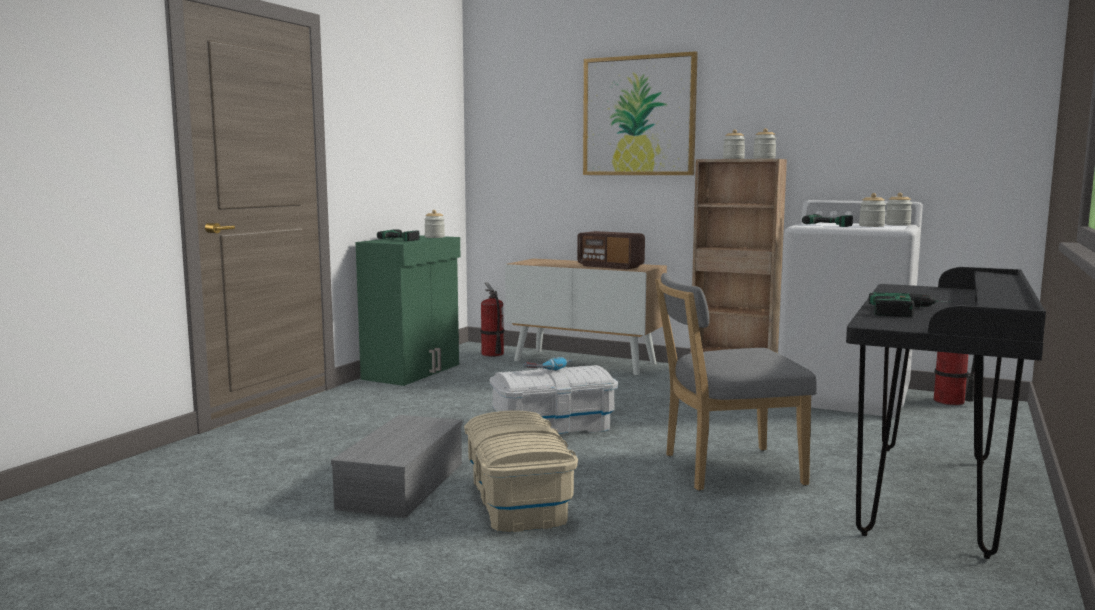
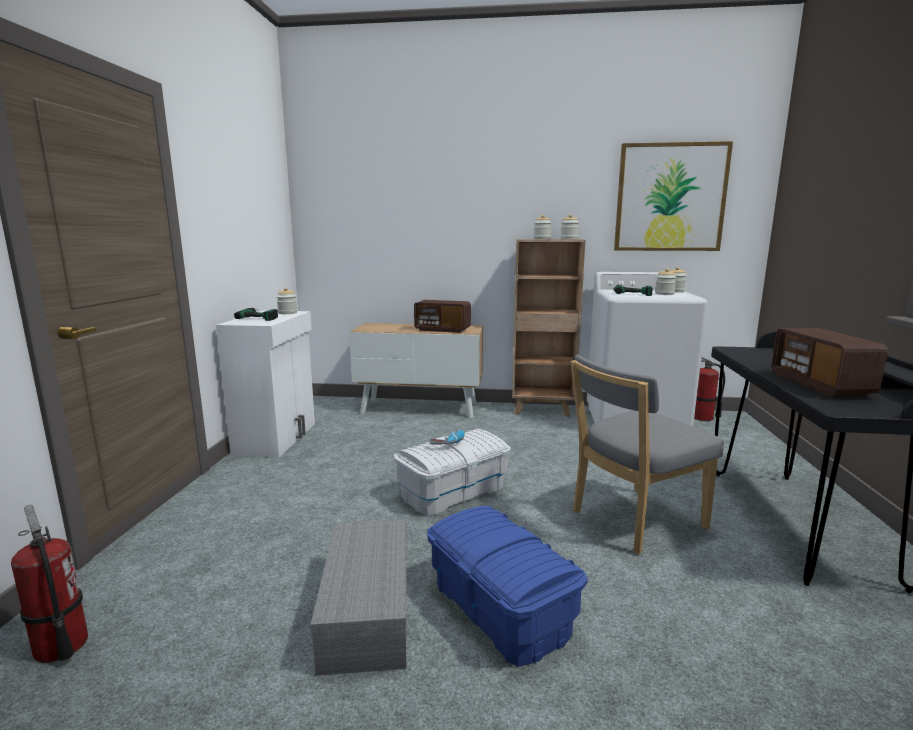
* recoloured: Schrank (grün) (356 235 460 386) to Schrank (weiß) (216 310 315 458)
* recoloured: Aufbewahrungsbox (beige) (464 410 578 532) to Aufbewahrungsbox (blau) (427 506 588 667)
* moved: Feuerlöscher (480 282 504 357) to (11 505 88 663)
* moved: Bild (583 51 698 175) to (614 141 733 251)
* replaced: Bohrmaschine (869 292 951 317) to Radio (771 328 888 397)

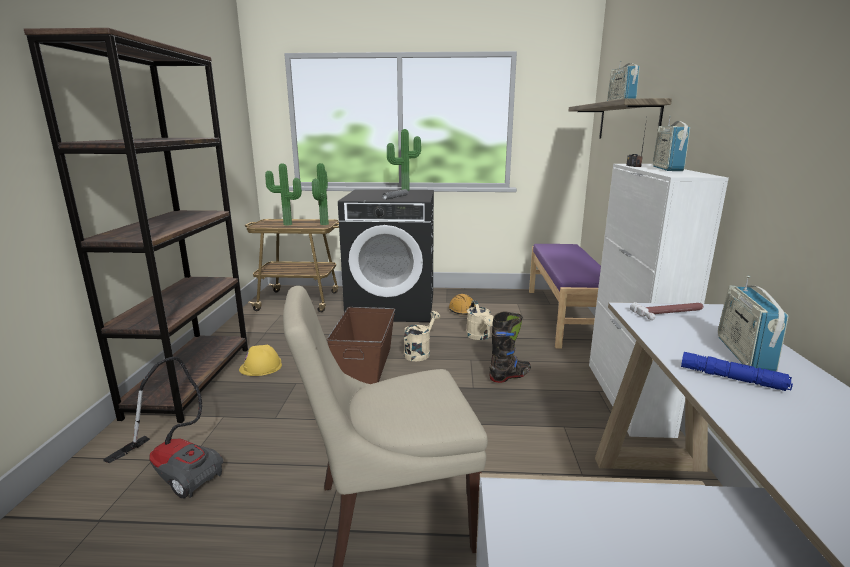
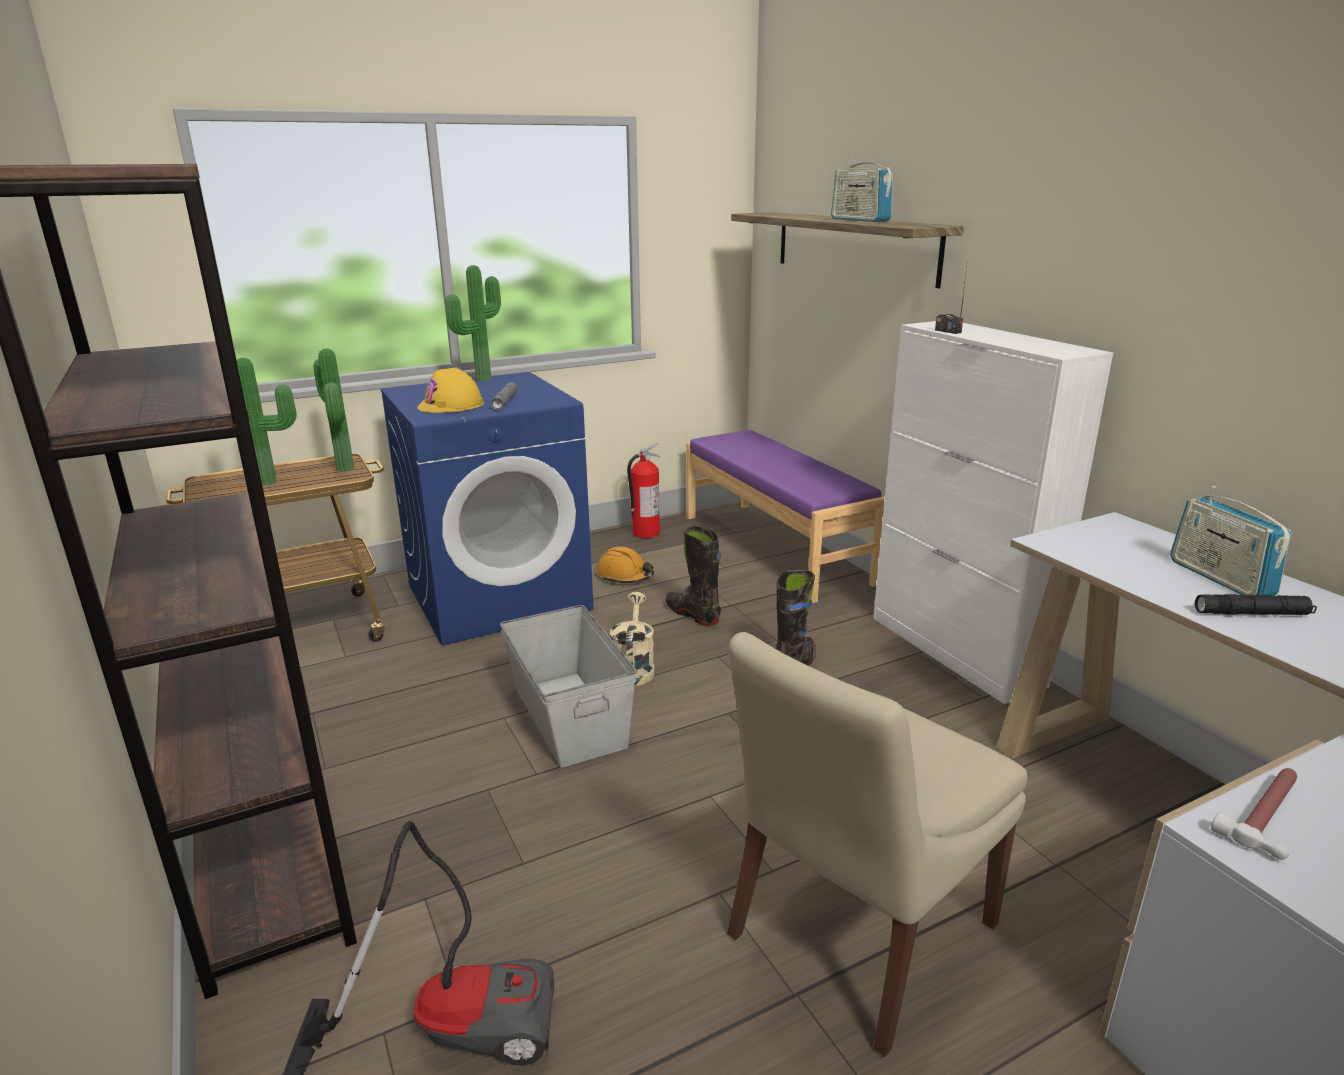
* moved: Schutzhelm (gelb) (239 345 282 376) to (417 367 484 413)
* recoloured: Aufbewahrungsbox (braun) (327 307 395 384) to Aufbewahrungsbox (grau) (500 605 637 768)
* recoloured: Waschmaschine (schwarz) (338 189 434 322) to Waschmaschine (blau) (380 372 594 646)
* replaced: Gießkanne (beige) (466 300 493 340) to Stiefel (schwarz) (666 525 721 626)
* moved: Hammer (630 302 704 320) to (1211 768 1297 860)
* removed: Radio (653 116 690 171)
* recoloured: Taschenlampe (blau) (681 352 793 391) to Taschenlampe (schwarz) (1195 594 1317 615)
* added: Feuerlöscher (627 443 660 538)

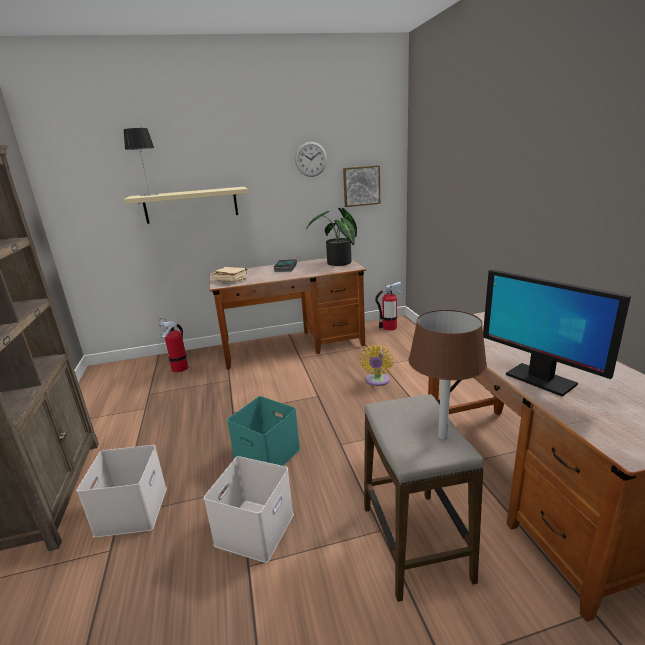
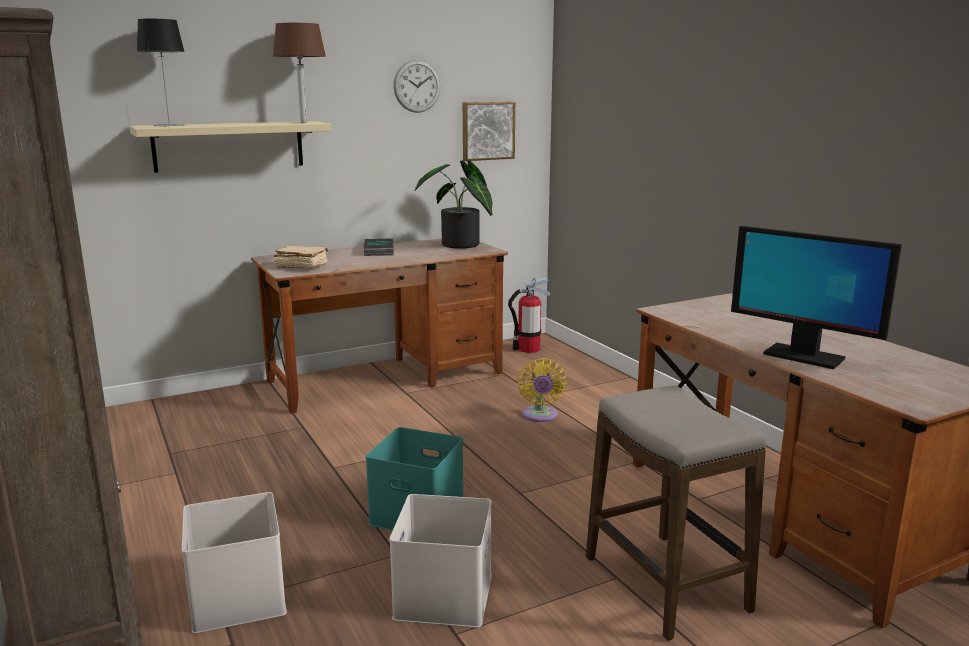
* removed: Feuerlöscher (159 318 188 373)
* moved: Tischlampe (braun) (409 310 487 440) to (273 23 326 123)

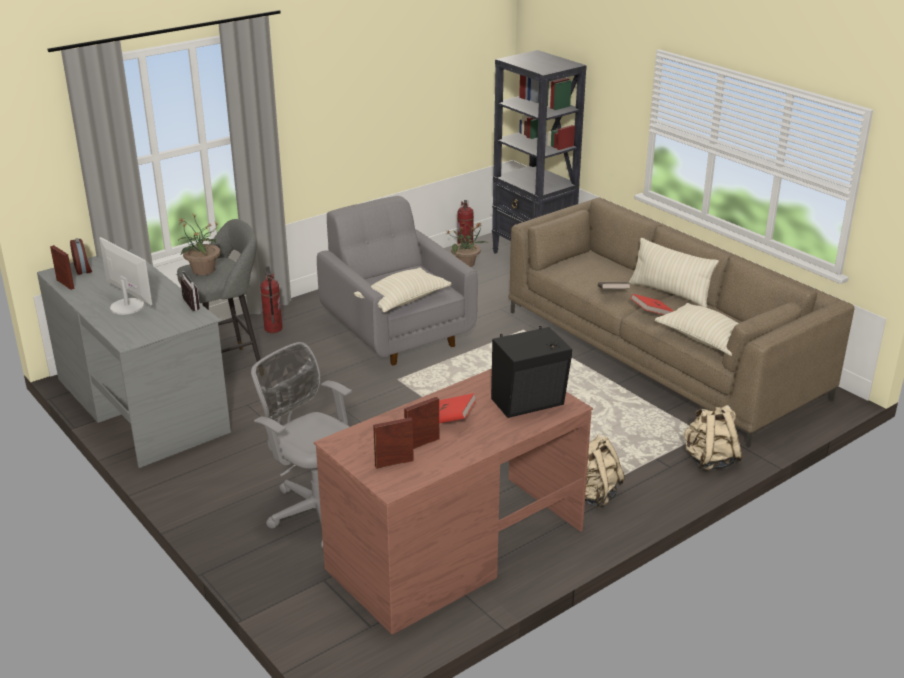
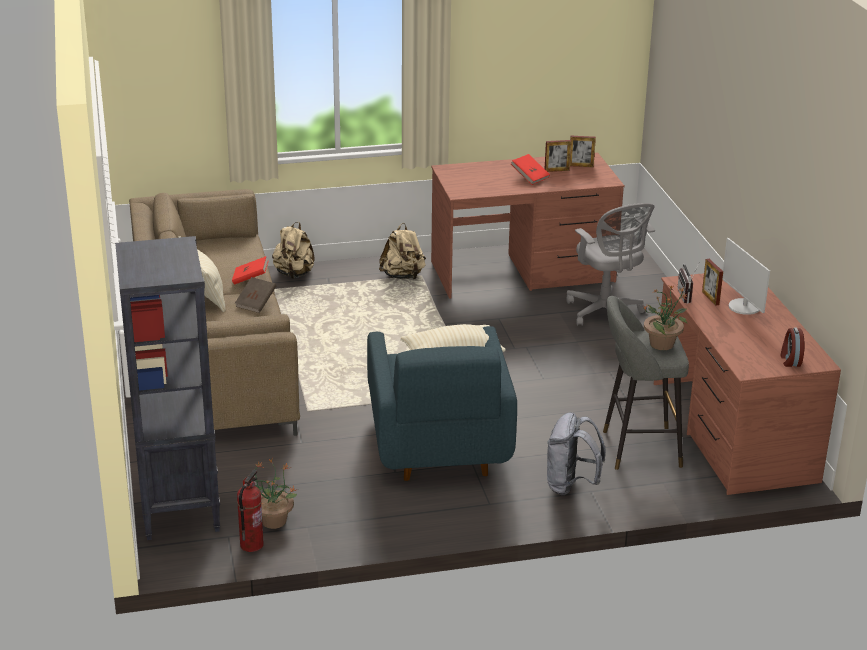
* recoloured: Schreibtisch (grau) (37 249 231 468) to Schreibtisch (braun) (654 273 841 495)
* moved: Bilderrahmen (50 245 75 290) to (702 259 723 305)
* replaced: Feuerlöscher (260 266 283 333) to Rucksack (grau) (547 412 606 495)
* recoloured: Sessel (grau) (317 196 478 366) to Sessel (blau) (367 326 517 481)
* removed: Lautsprecher (schwarz) (491 326 572 418)
* removed: Kissen (beige) (655 303 739 356)

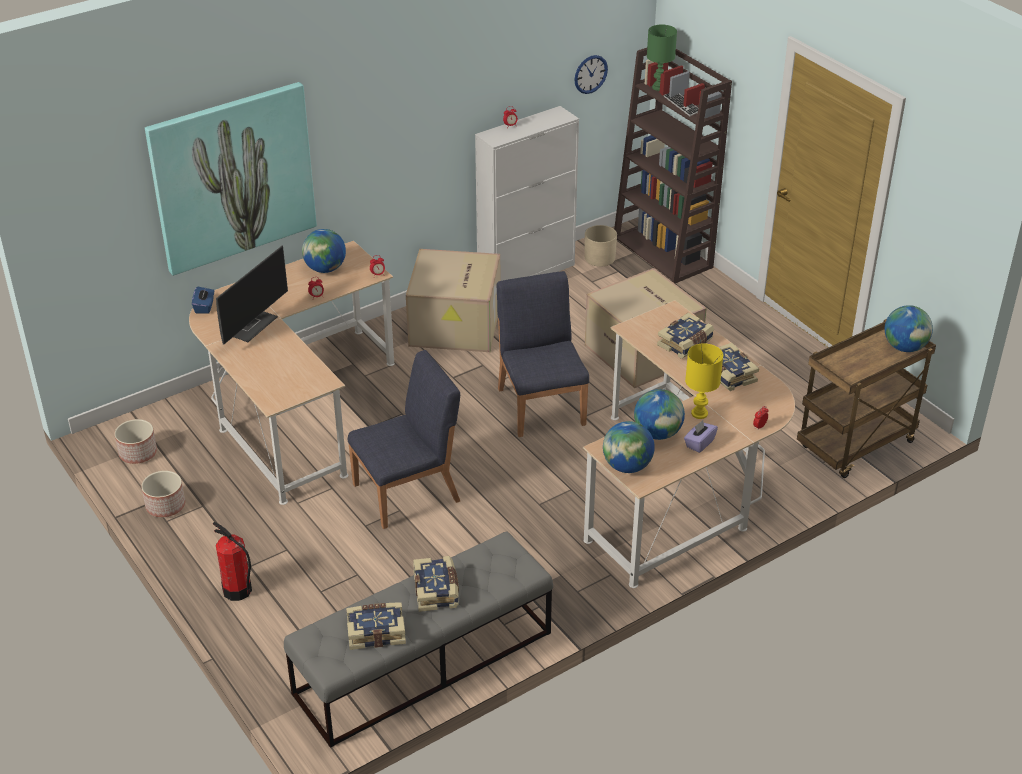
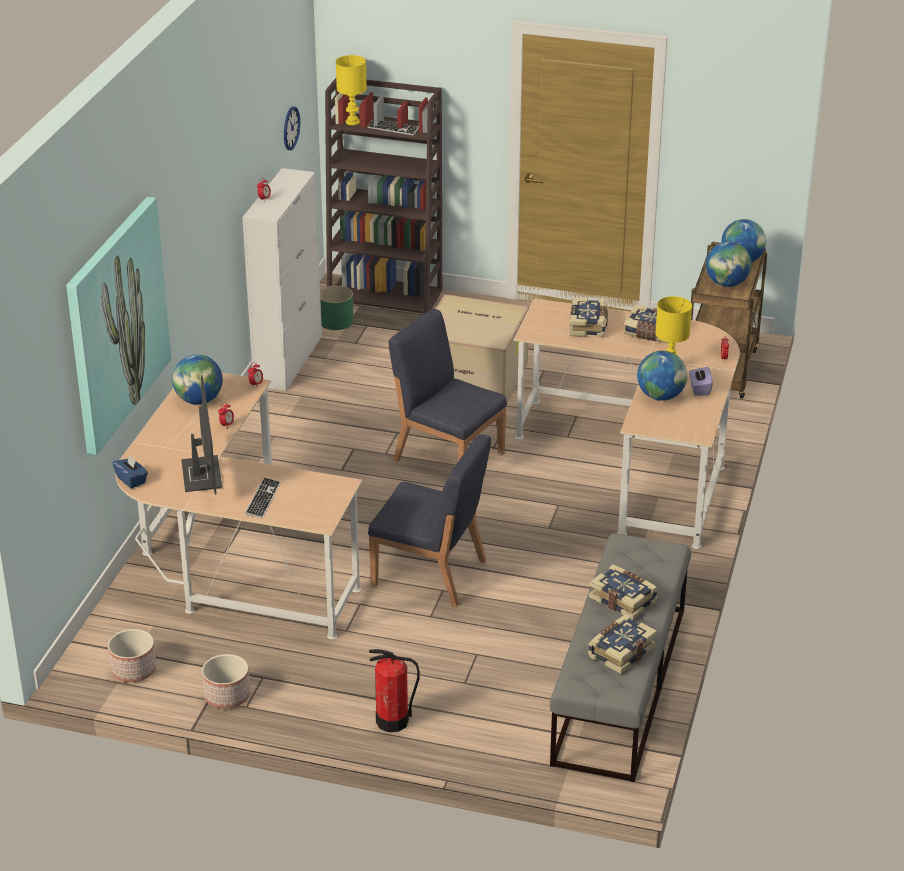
* turned: Stuhl (blau) (348 350 460 529) = (368 434 491 607) 90 degrees clockwise
* removed: Karton (406 249 500 352)
* recoloured: Pflanzkübel (beige) (585 225 617 267) to Pflanzkübel (grün) (320 286 353 330)
* moved: Globus (603 421 655 473) to (706 241 751 287)
* recoloured: Tischlampe (grün) (647 25 677 91) to Tischlampe (gelb) (336 55 367 125)
* added: Tastatur (245 477 281 518)

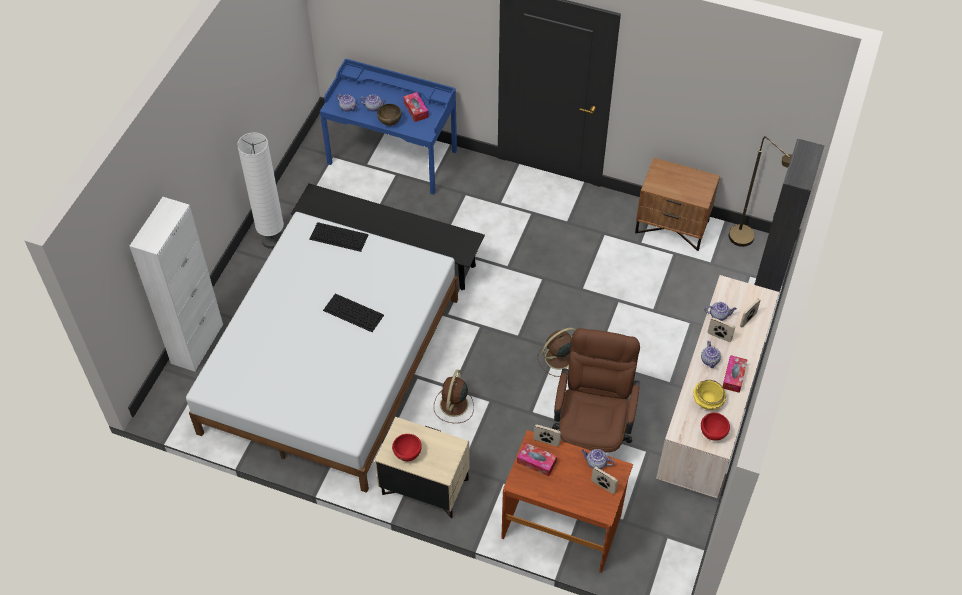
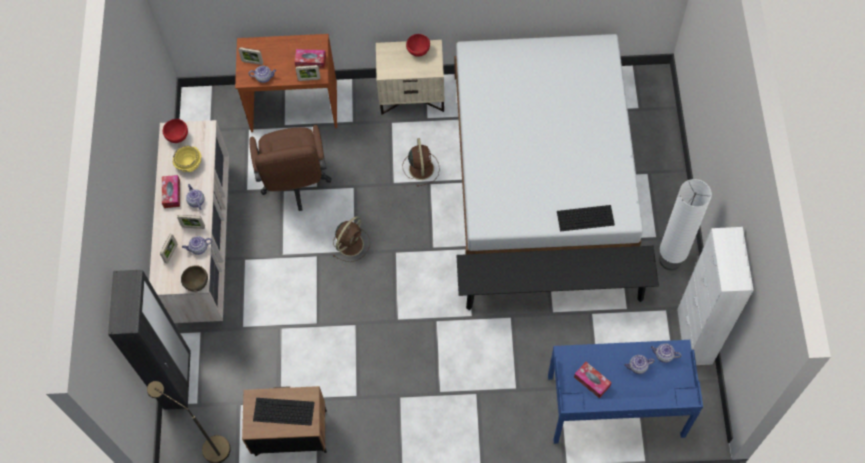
* moved: Schrank (weiß) (130 197 223 372) to (677 227 754 365)
* moved: Tastatur (323 293 384 332) to (253 398 315 426)
* moved: Schüssel (braun) (377 104 402 126) to (181 265 208 291)

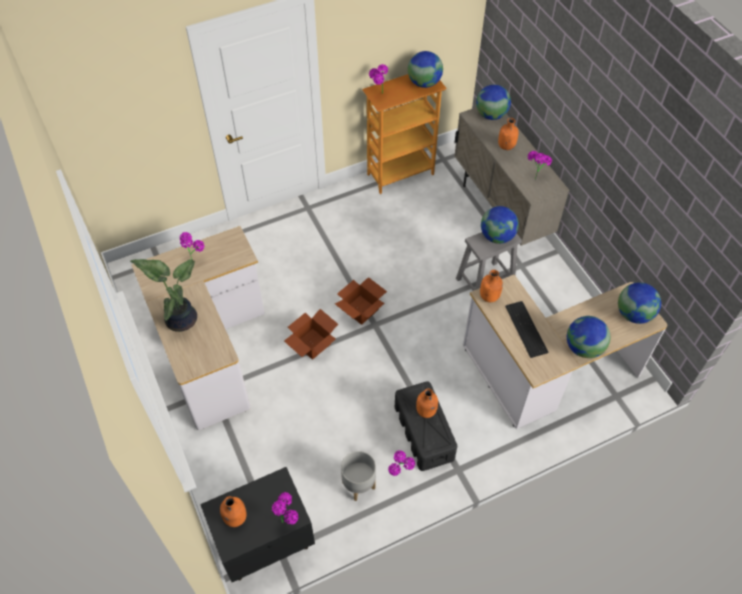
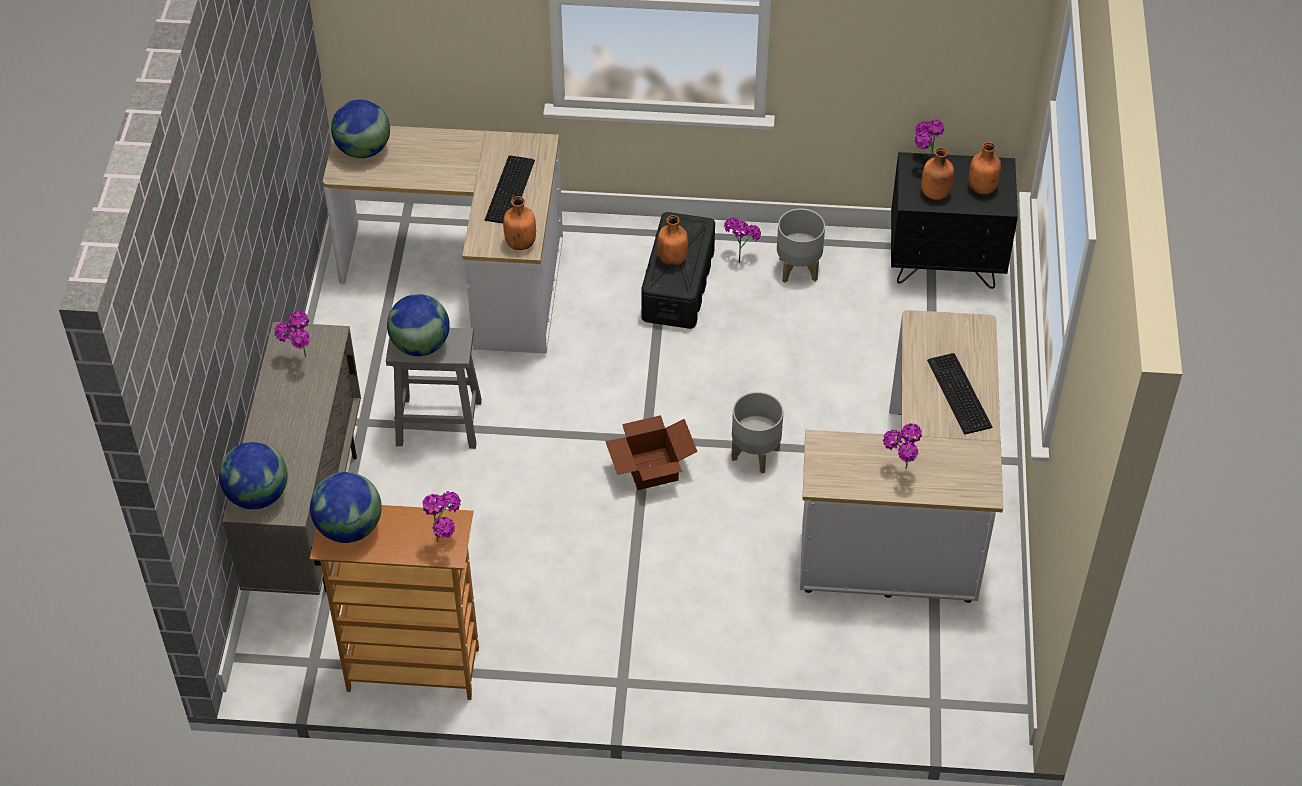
* replaced: Topfpflanze (130 259 197 332) to Tastatur (927 353 993 435)
* replaced: Karton (284 309 338 360) to Pflanzkübel (grau) (731 392 783 473)
* moved: Flasche (orange) (498 118 519 150) to (922 147 954 200)
* removed: Globus (567 316 610 358)

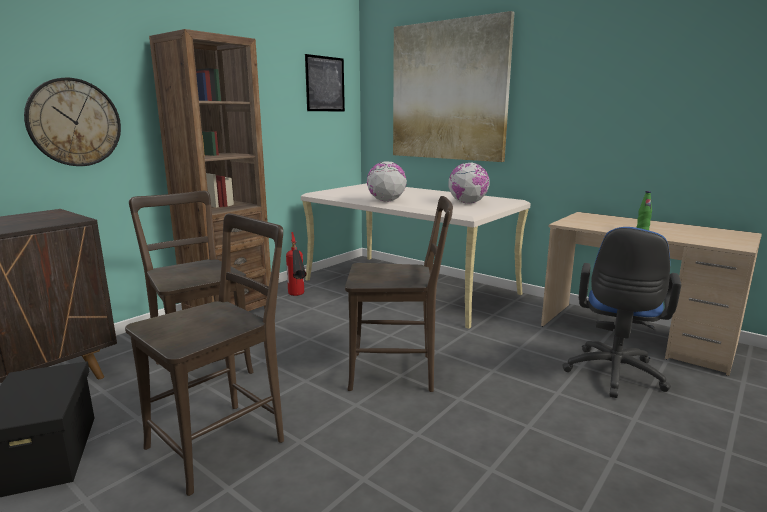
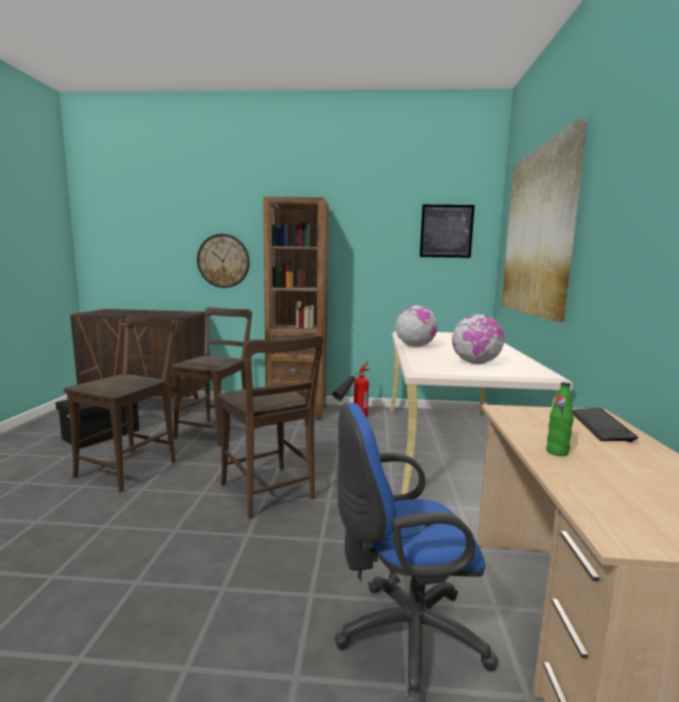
* turned: Stuhl (braun) (125 213 284 496) = (64 315 176 492) 75 degrees counterclockwise
* added: Tastatur (573 408 638 443)

